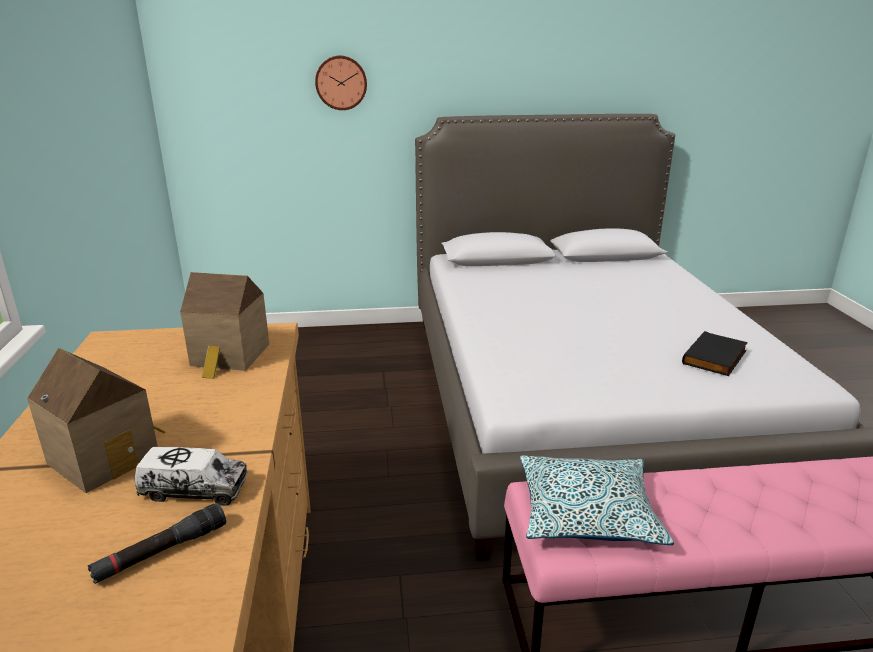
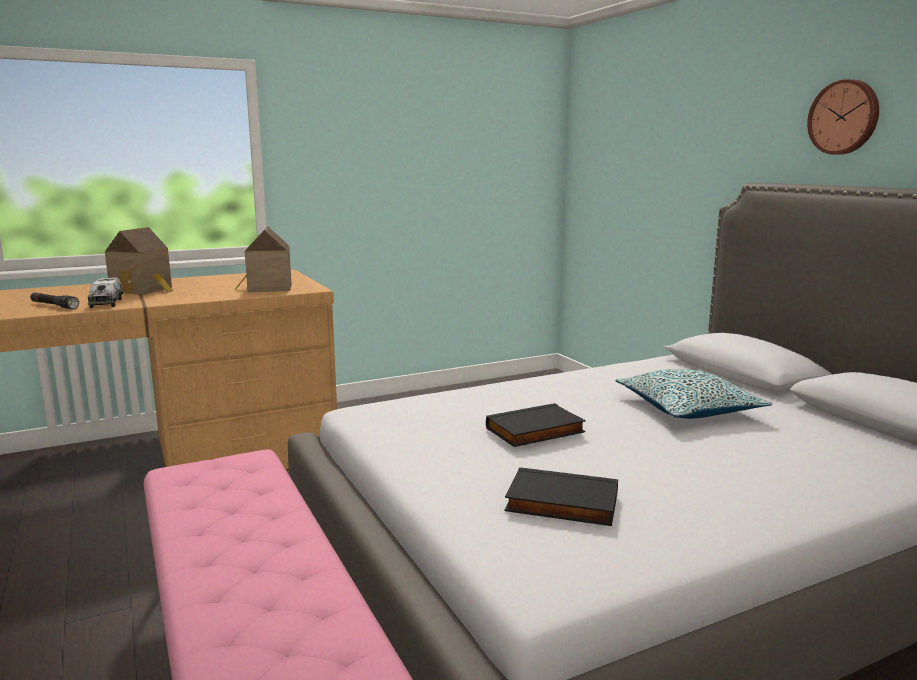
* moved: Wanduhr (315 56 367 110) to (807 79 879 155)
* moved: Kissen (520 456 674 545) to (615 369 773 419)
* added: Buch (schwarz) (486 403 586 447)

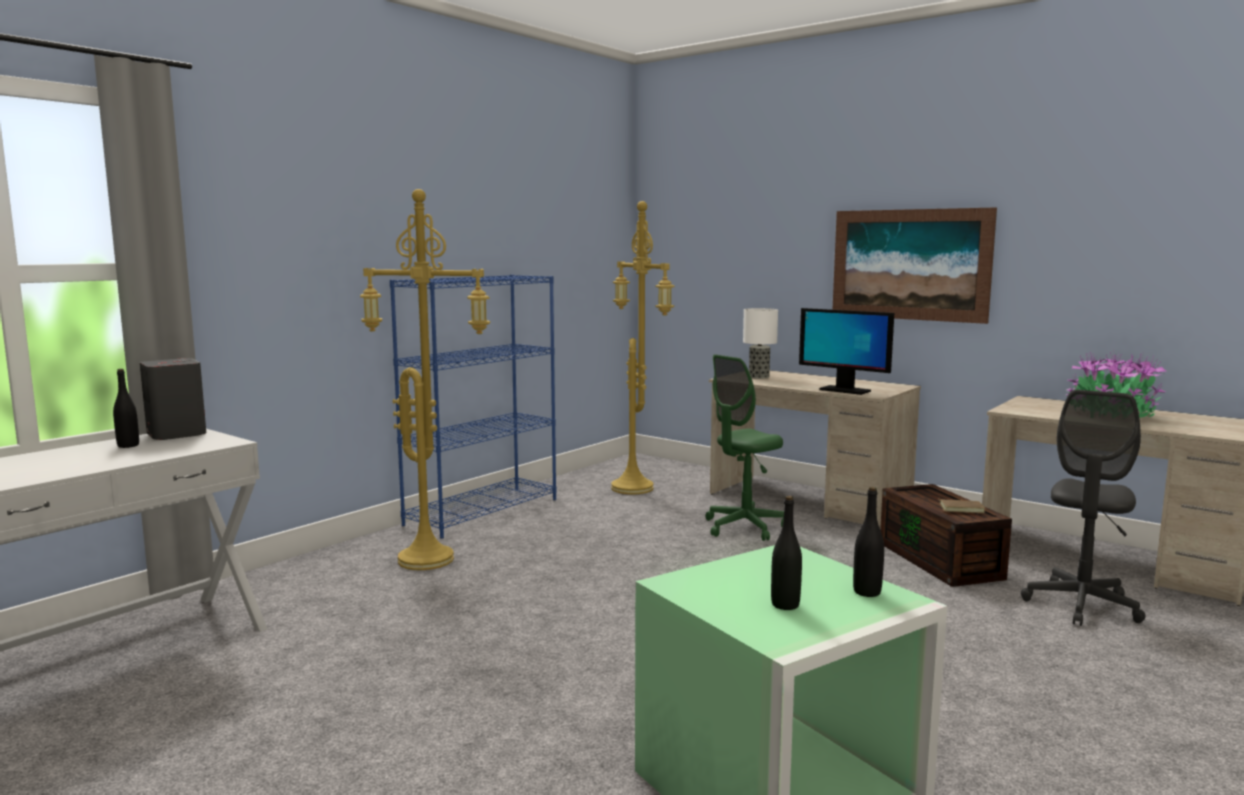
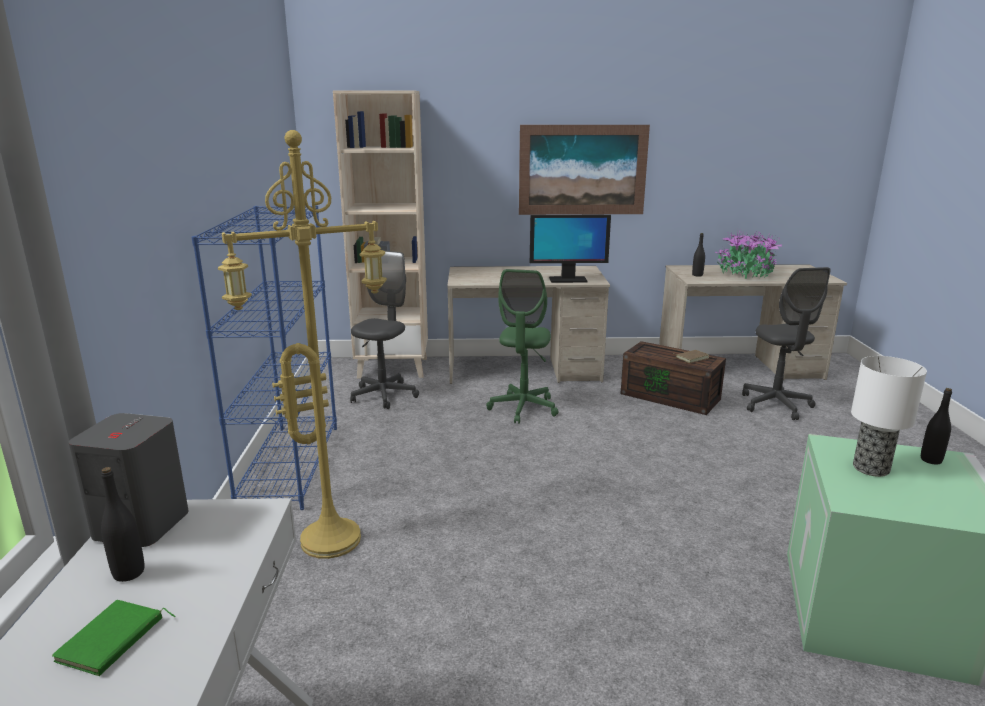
* replaced: Stehlampe (gelb) (611 201 675 494) to Bürostuhl (grau) (350 251 419 409)
* moved: Tischlampe (743 308 778 379) to (851 356 927 477)
* moved: Flasche (schwarz) (771 496 802 610) to (692 233 705 277)
* added: Buch (grün) (52 600 176 676)
* added: Bücherregal (beige) (333 90 428 378)

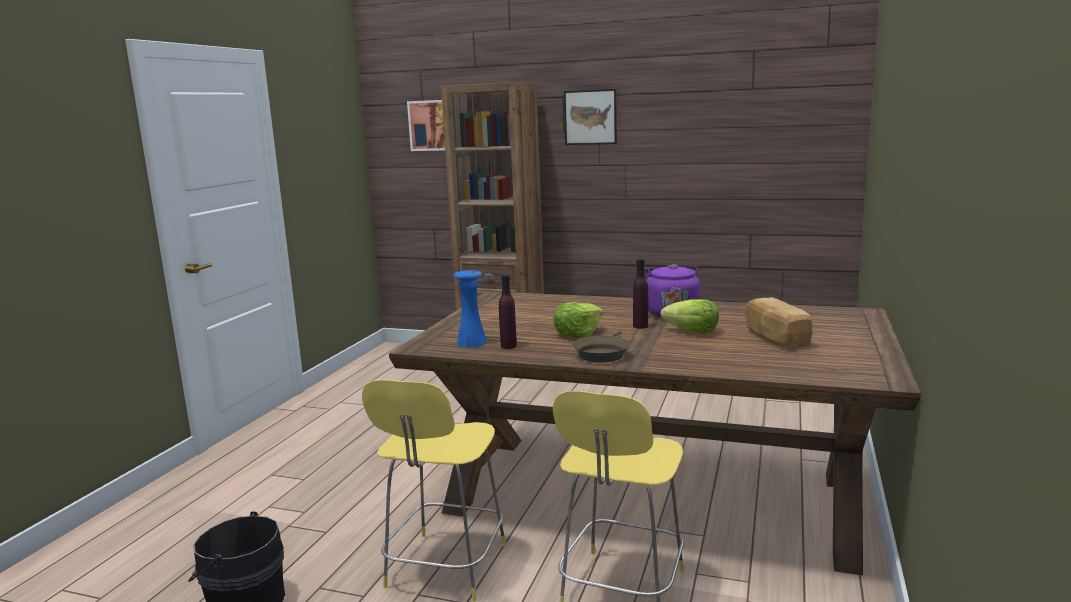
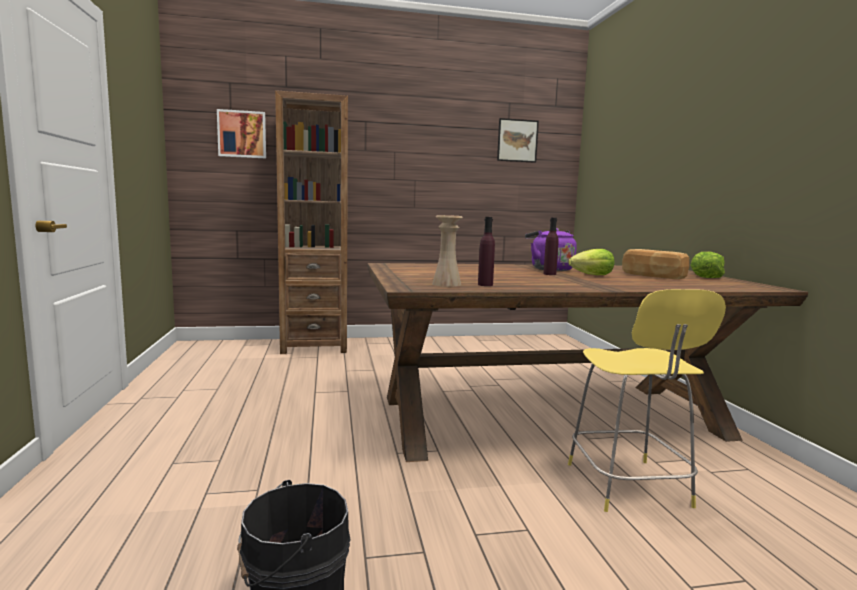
* removed: Hocker (gelb) (362 380 506 601)
* recoloured: Vase (blau) (454 270 487 347) to Vase (beige) (432 215 463 287)
* moved: Salatkopf (553 302 603 338) to (690 252 725 278)
* moved: Bild (564 89 617 145) to (497 118 539 163)
* removed: Pfanne (braun) (573 330 630 363)

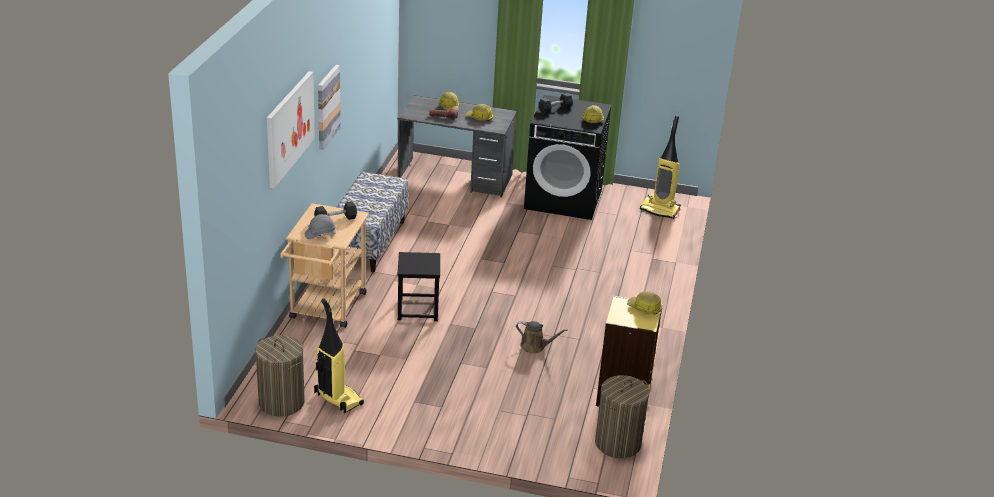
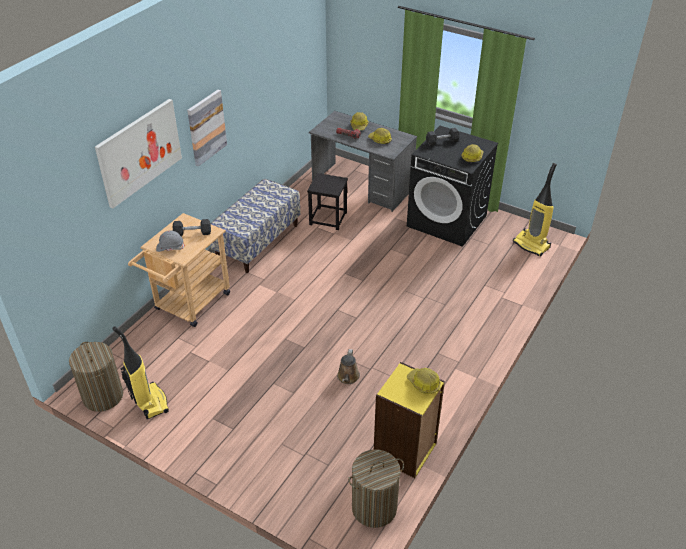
* moved: Hocker (schwarz) (398 252 440 321) to (307 173 348 230)
* turned: Gießkanne (braun) (516 321 568 353) = (337 349 360 384) 60 degrees clockwise

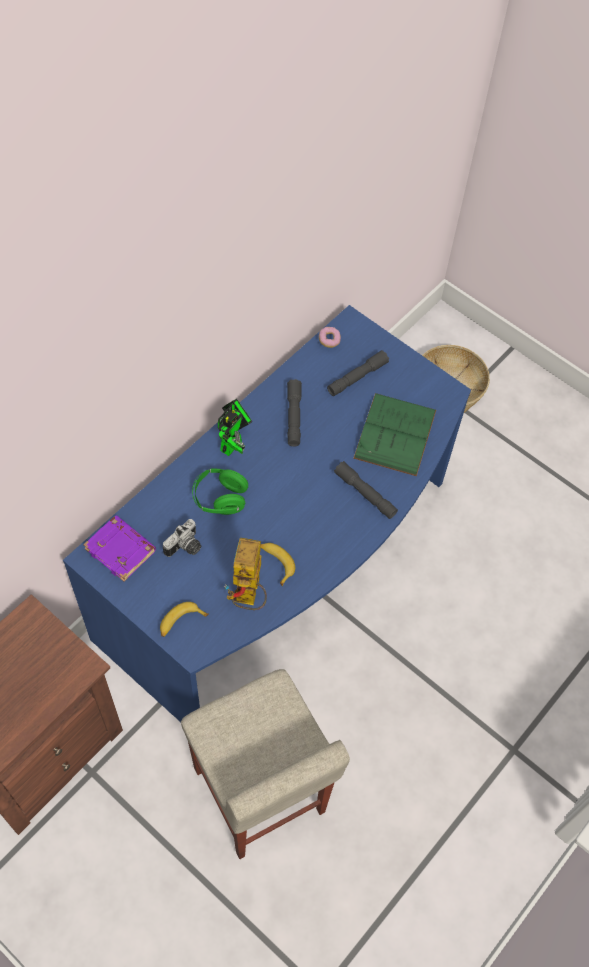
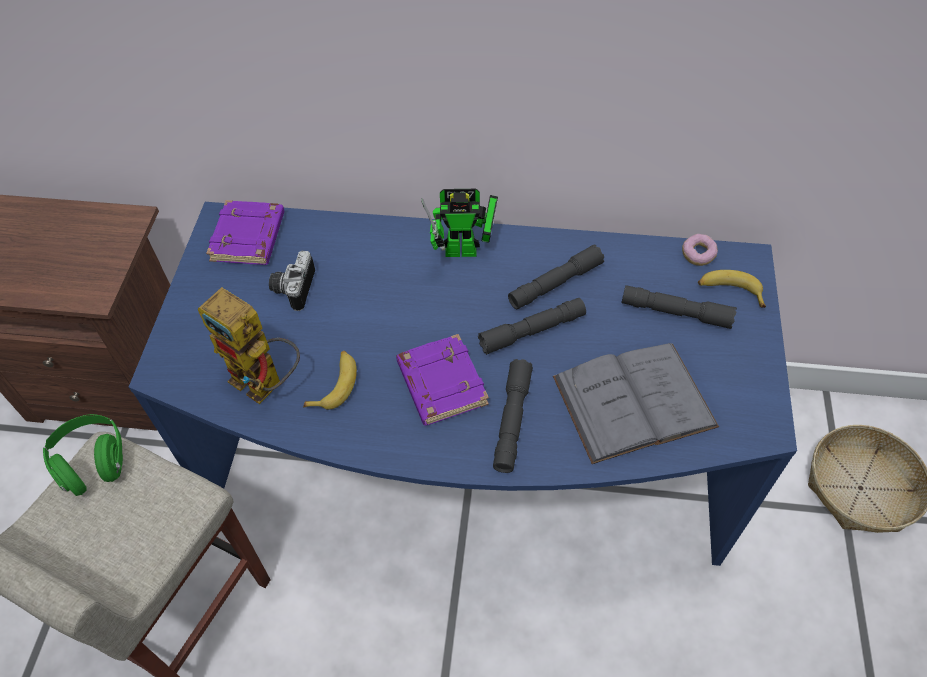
* moved: Banane (160 602 209 637) to (698 270 766 308)
* turned: Kamera (163 519 201 557) = (269 251 315 311) 90 degrees clockwise
* moved: Kopfhörer (grün) (192 469 248 515) to (43 414 123 496)
* turned: Spielzeugroboter (224 538 267 610) = (198 287 300 404) 120 degrees counterclockwise
* recoloured: Buch (grün) (353 393 436 476) to Buch (grau) (553 343 719 464)
* added: Buch (lila) (396 334 489 426)
* added: Taschenlampe (grau) (478 298 586 355)

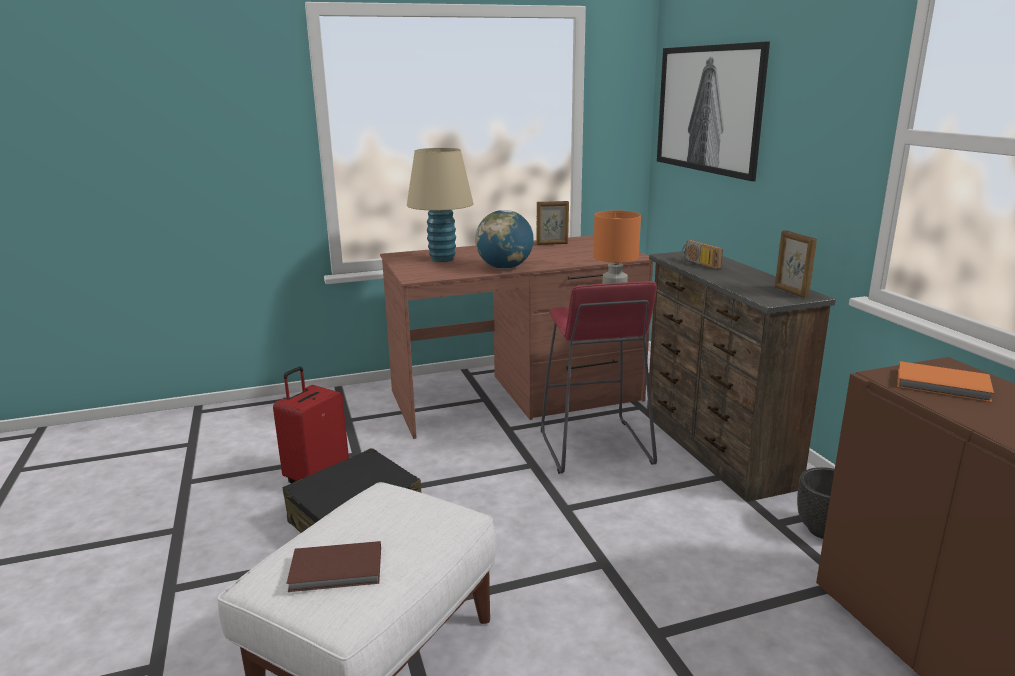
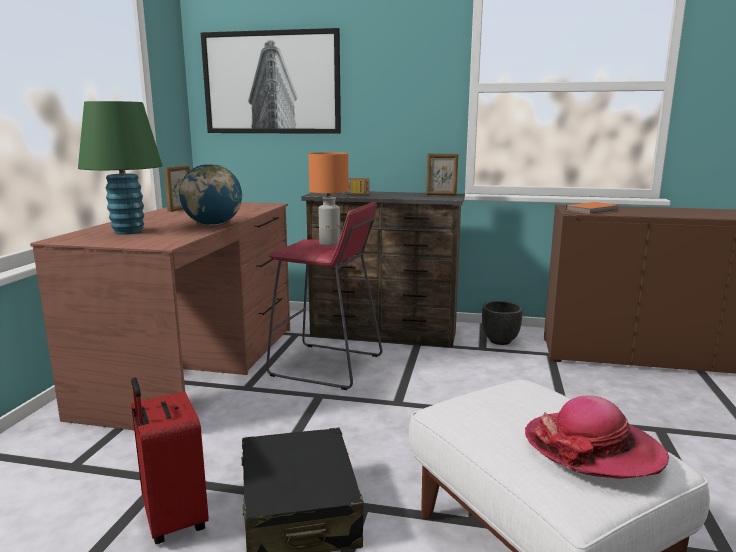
* replaced: Buch (braun) (286 541 381 592) to Hut (525 395 669 479)
* recoloured: Tischlampe (beige) (407 148 473 262) to Tischlampe (grün) (78 101 163 235)

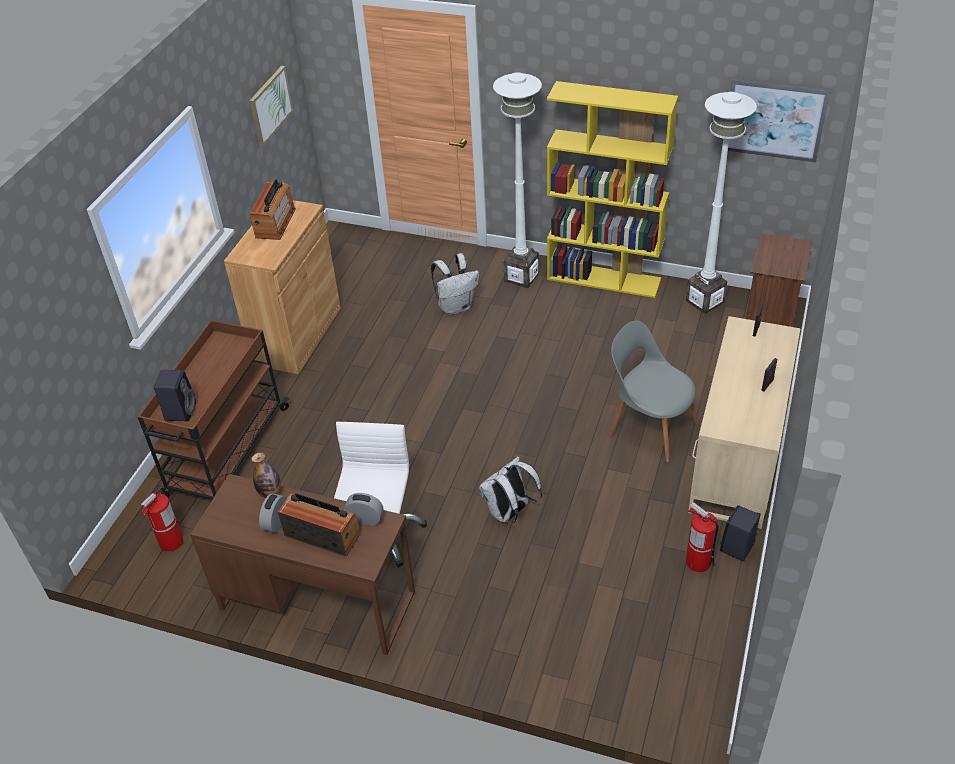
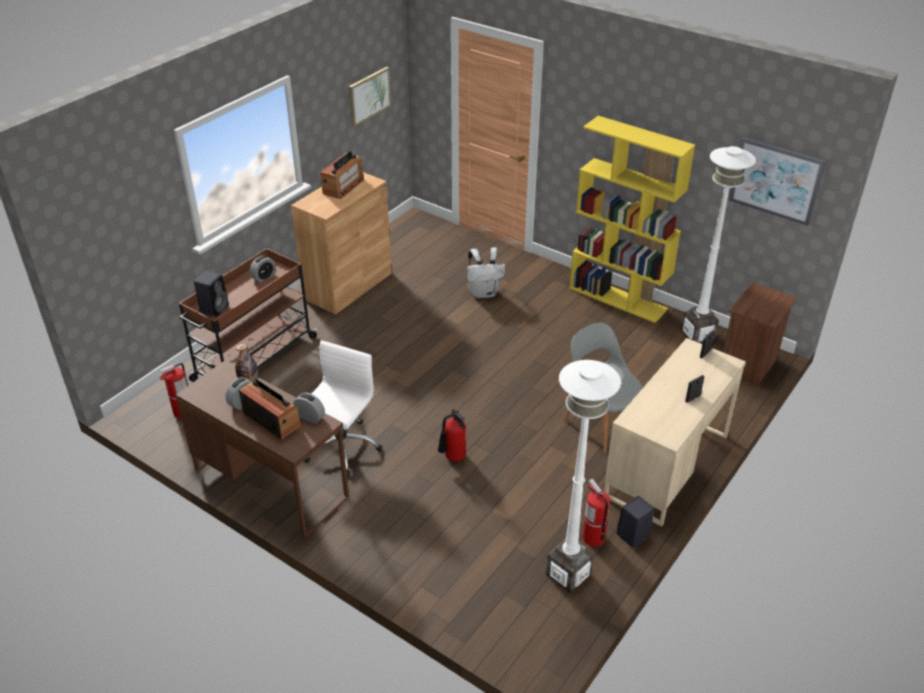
* replaced: Rucksack (weiß) (479 457 542 523) to Feuerlöscher (438 409 466 462)
* moved: Stehlampe (weiß) (493 72 542 288) to (546 360 621 593)
* added: Wecker (250 255 276 283)

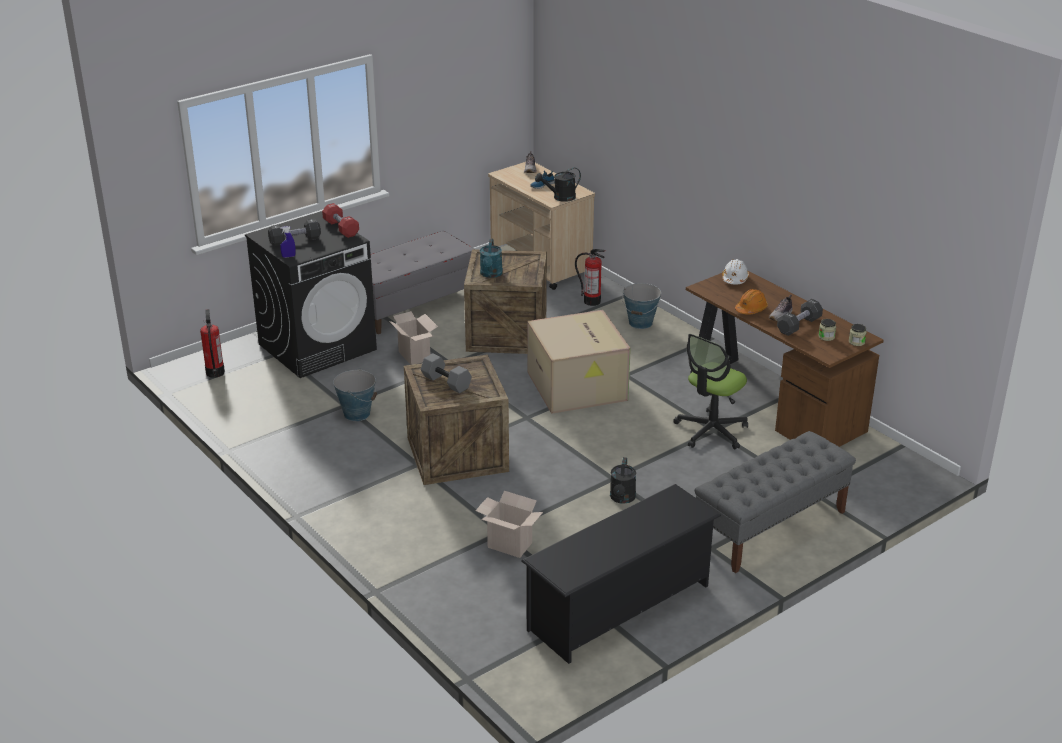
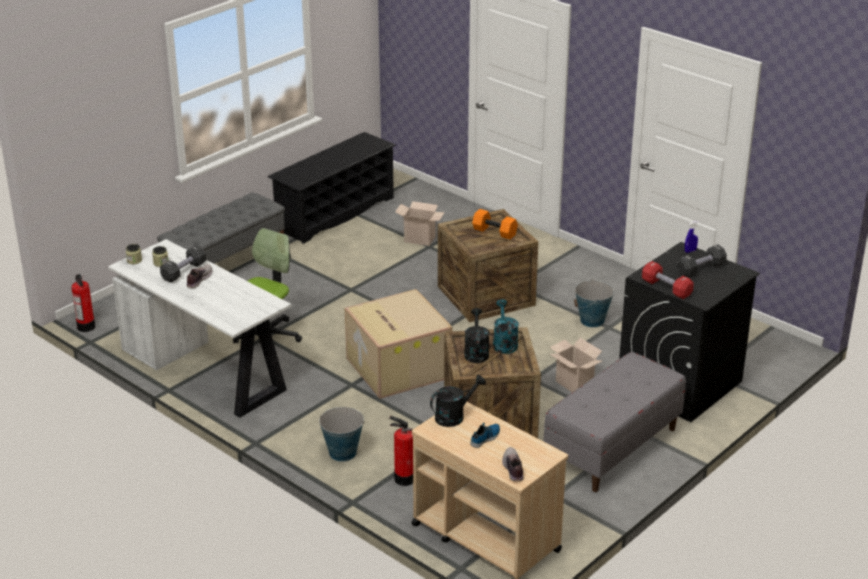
* moved: Feuerlöscher (200 309 225 378) to (71 274 95 332)
* recoloured: Hantel (grau) (421 353 472 393) to Hantel (orange) (472 209 518 239)
* moved: Gießkanne (schwarz) (610 457 636 504) to (464 308 490 363)
* recoloured: Schreibtisch (braun) (686 270 884 447) to Schreibtisch (weiß) (108 239 291 418)
* removed: Schutzhelm (weiß) (722 259 749 285)
* removed: Schutzhelm (orange) (735 289 768 315)

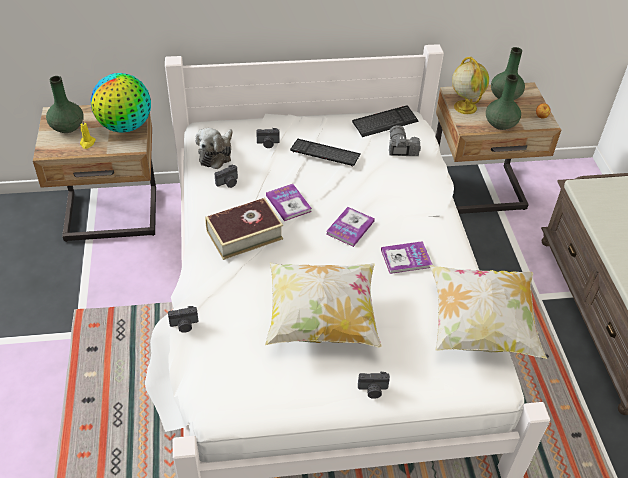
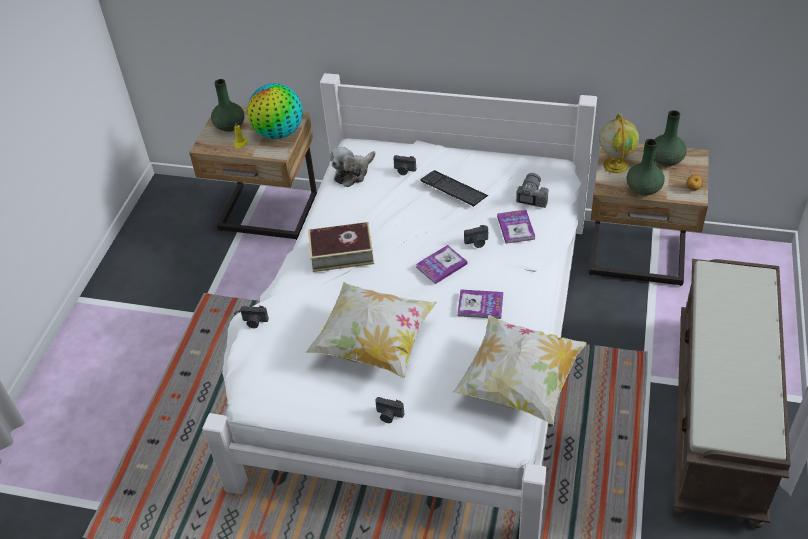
* moved: Kamera (215 165 238 188) to (464 225 488 248)
* moved: Buch (266 184 312 221) to (497 209 535 244)
* removed: Tastatur (352 105 418 137)

